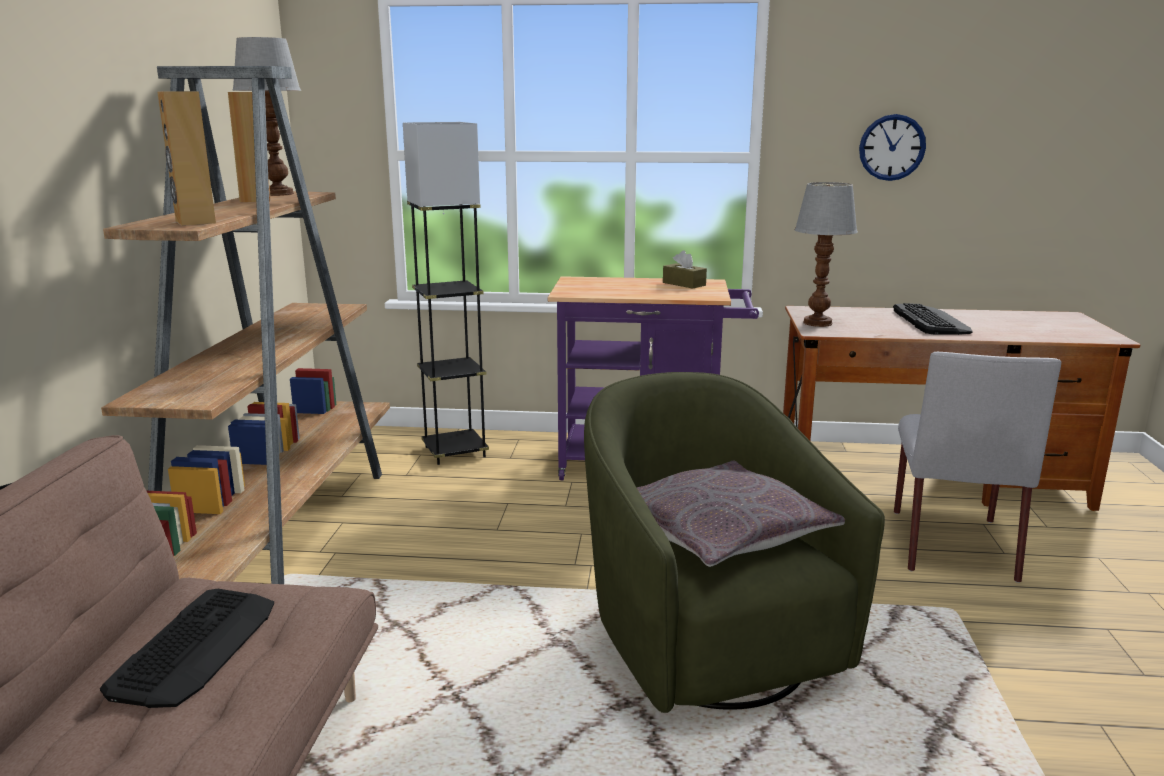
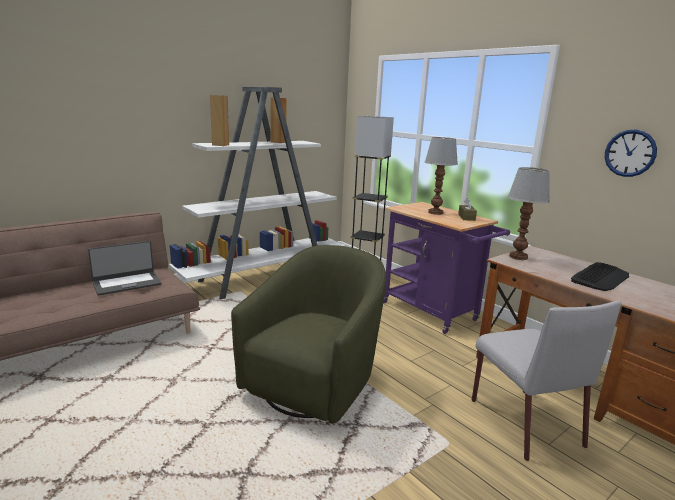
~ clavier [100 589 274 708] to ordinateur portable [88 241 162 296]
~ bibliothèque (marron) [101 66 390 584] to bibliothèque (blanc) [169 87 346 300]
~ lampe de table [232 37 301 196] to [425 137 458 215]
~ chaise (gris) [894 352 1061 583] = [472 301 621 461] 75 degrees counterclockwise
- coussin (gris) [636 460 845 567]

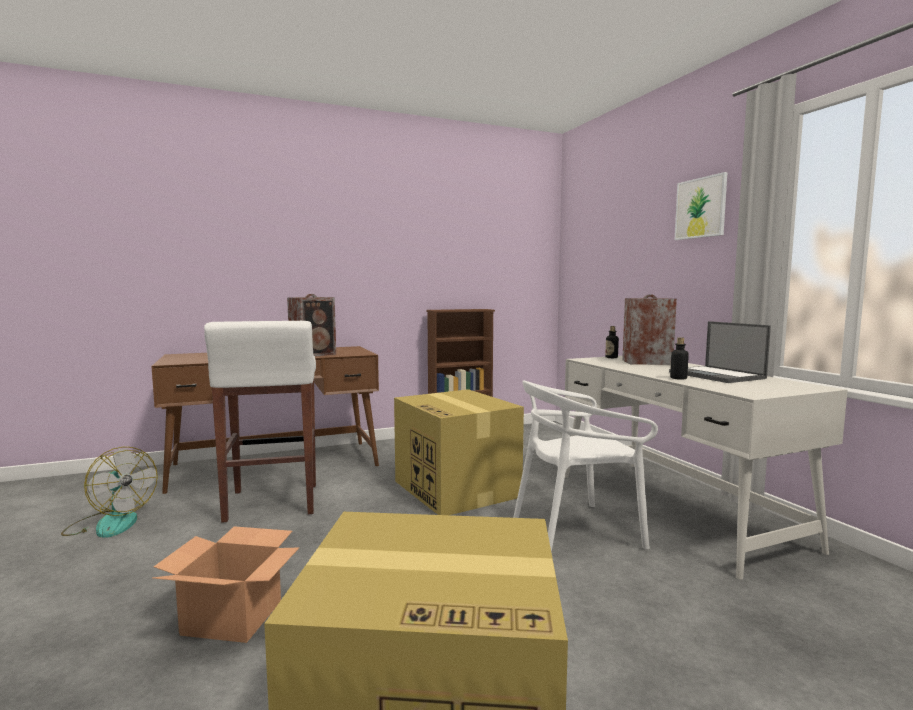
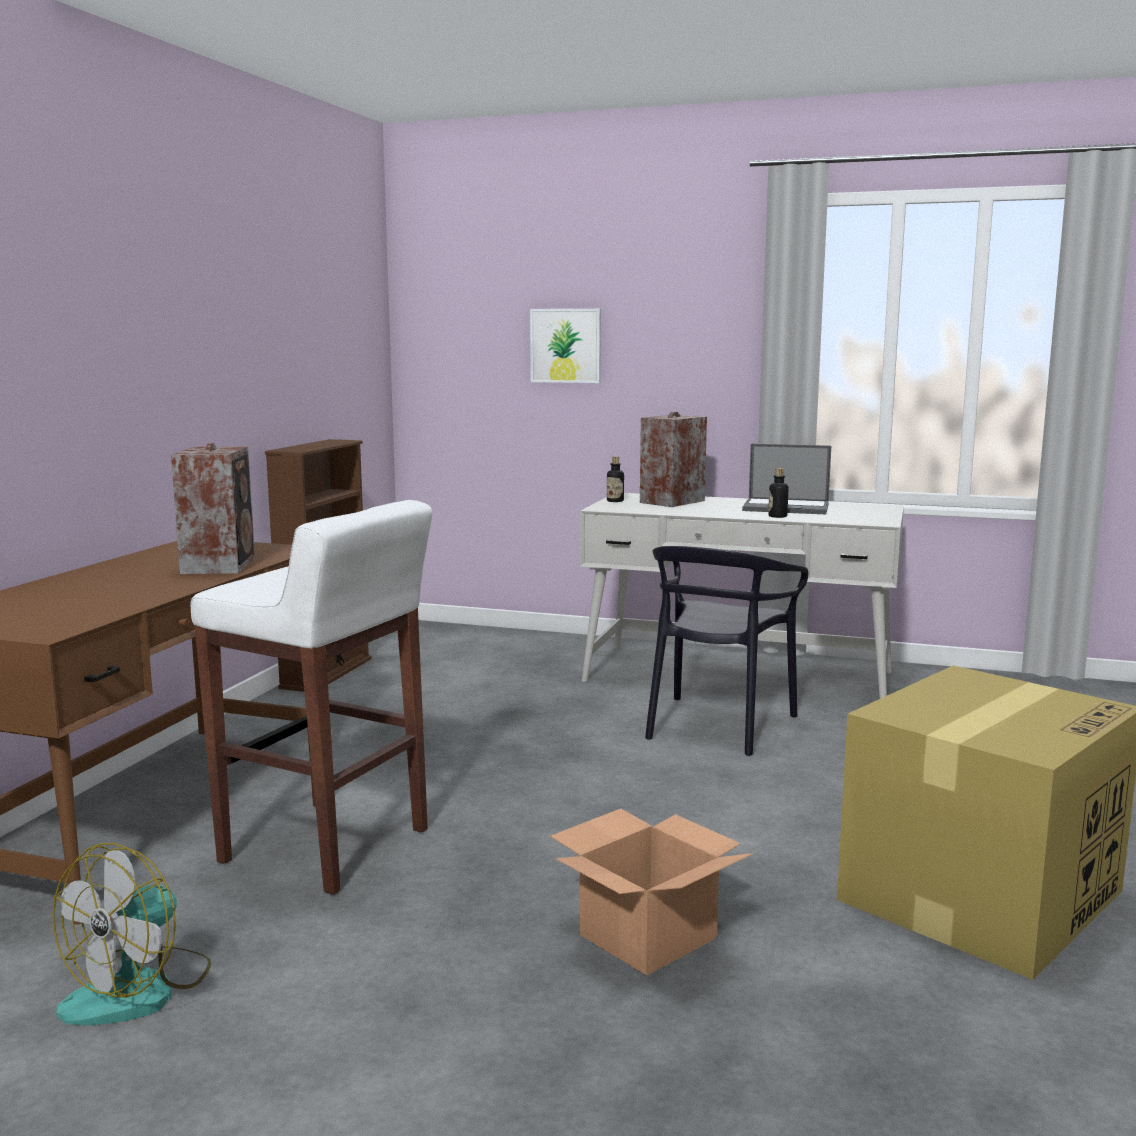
~ ventilateur [61 447 158 538] = [52 843 211 1025] 135 degrees clockwise
~ tableau [675 172 727 240] to [530 309 601 383]
~ chaise (blanc) [513 380 658 552] to chaise (noir) [645 546 808 756]
- carton [394 389 524 515]

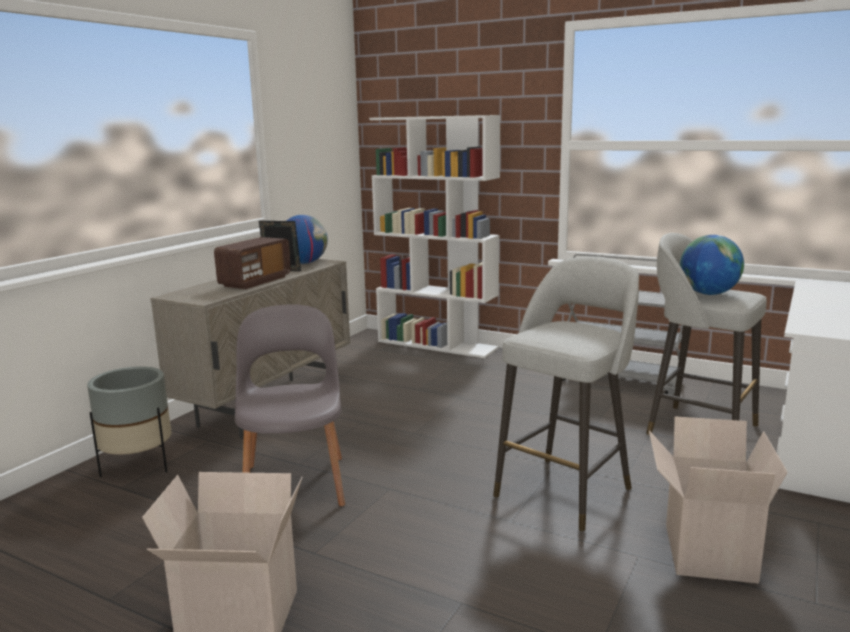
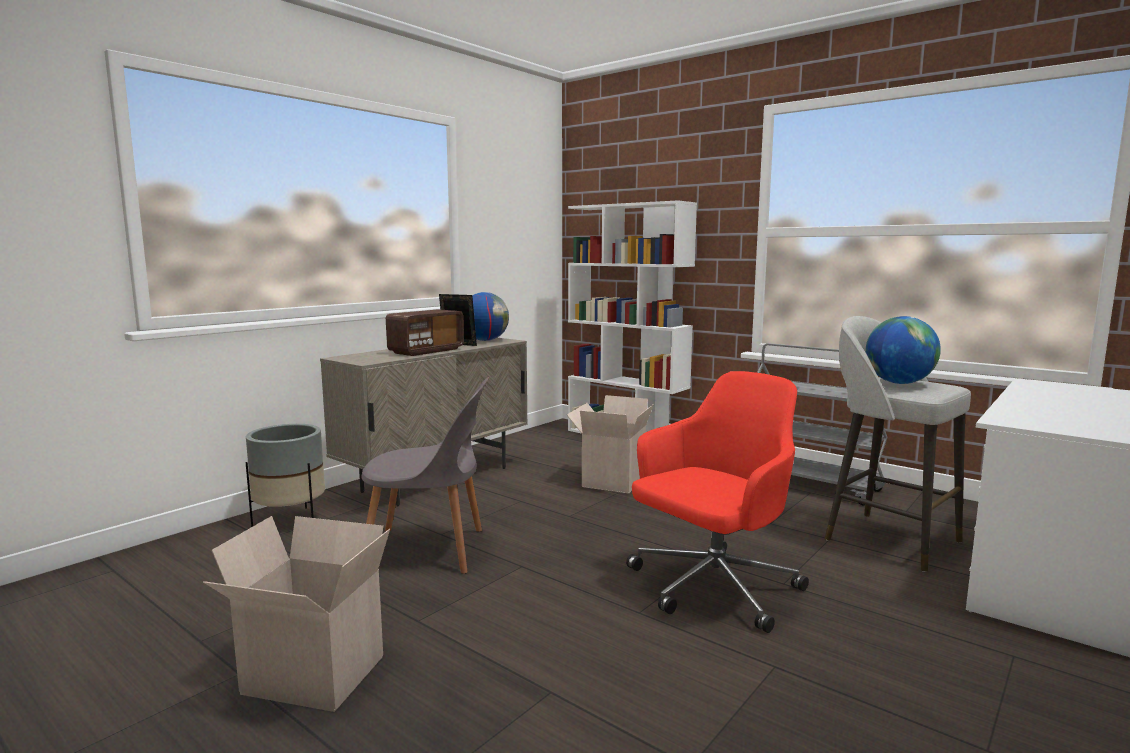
~ chaise (gris) [235 304 345 507] = [361 377 489 574] 90 degrees clockwise
~ carton [649 416 788 584] to [567 395 654 494]
~ tabouret (gris) [493 256 639 532] to chaise de bureau (rouge) [626 371 809 633]

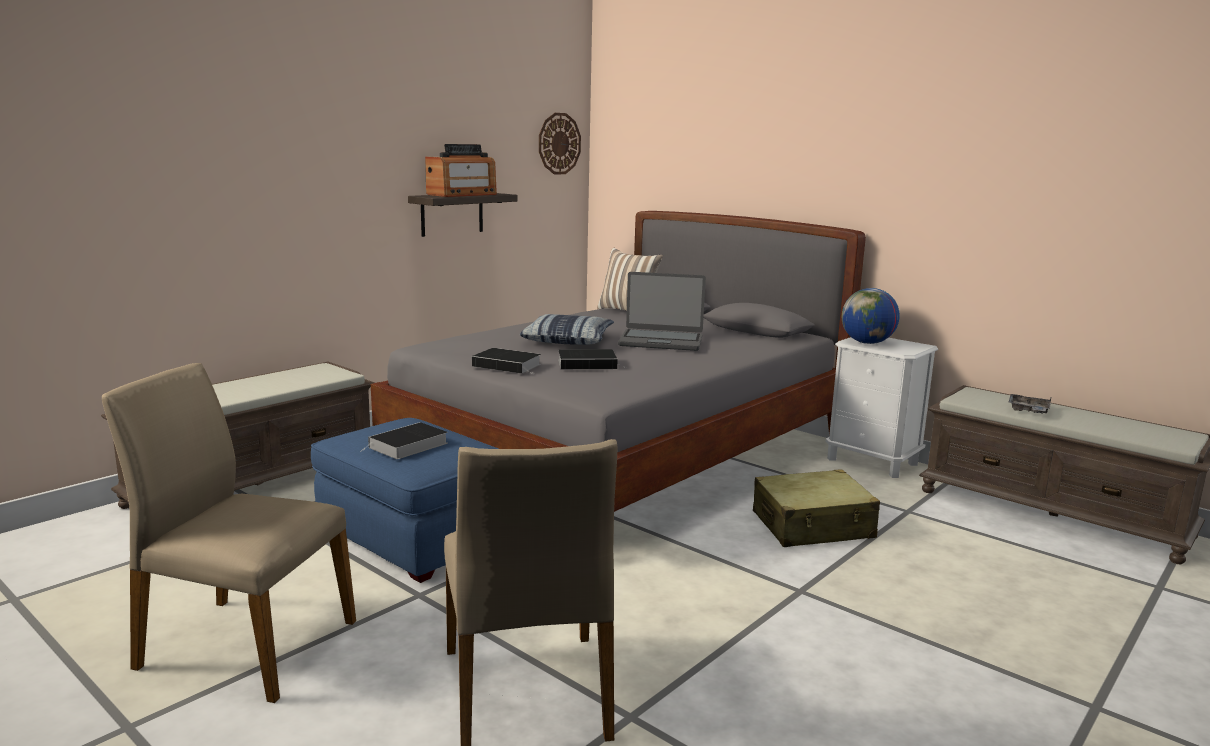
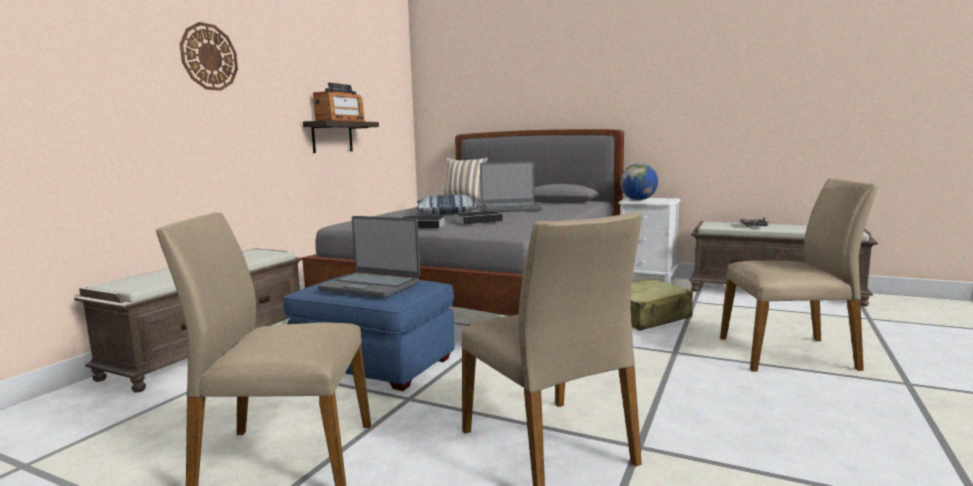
~ horloge murale [539 113 581 175] to [180 22 238 91]
~ livre [361 422 448 459] to ordinateur portable [318 216 420 298]
+ chaise (beige) [720 178 878 372]

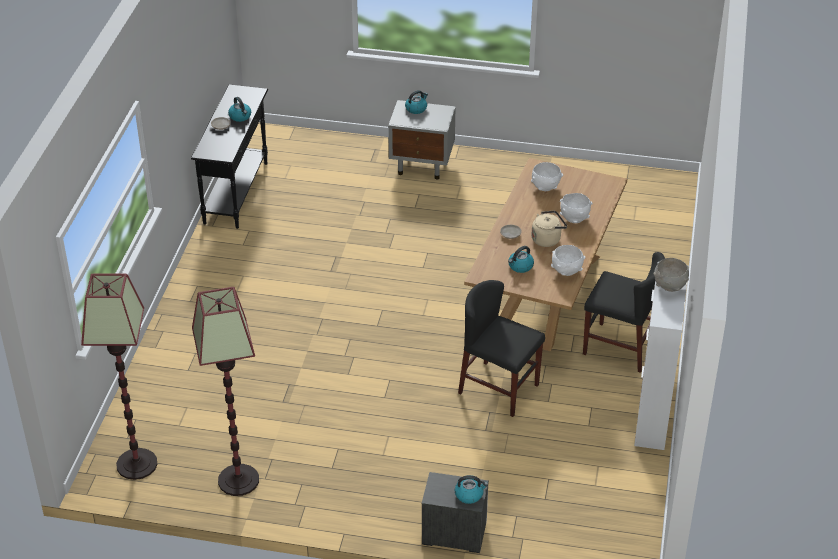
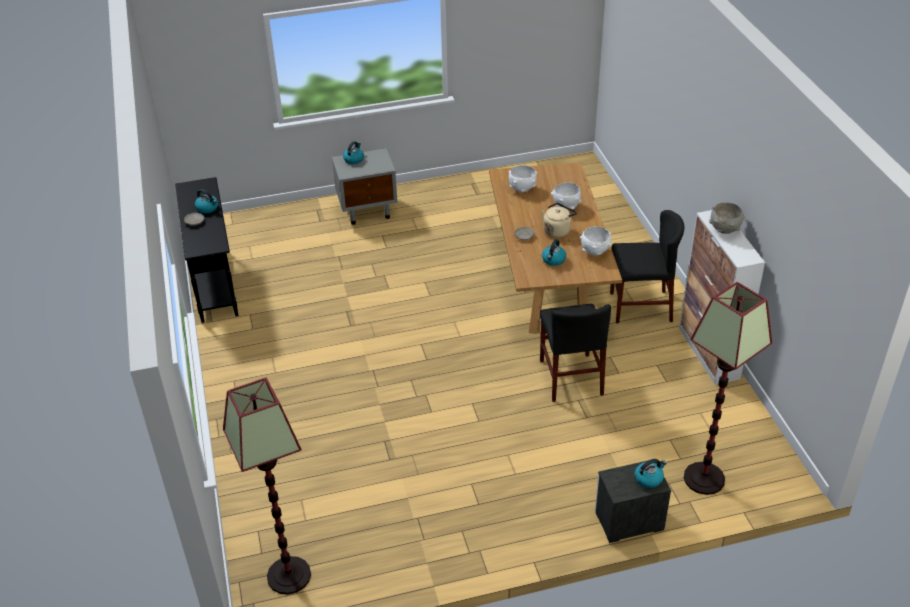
~ chaise (noir) [458 280 545 417] = [540 304 611 402] 105 degrees counterclockwise
~ lampadaire [192 287 259 496] to [684 282 773 495]

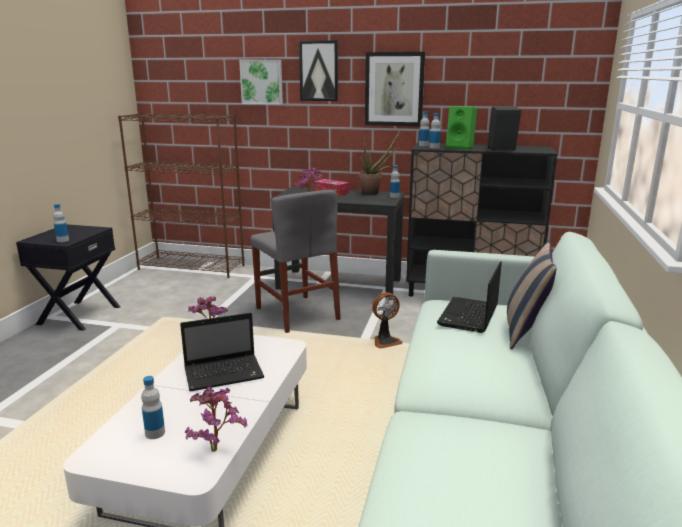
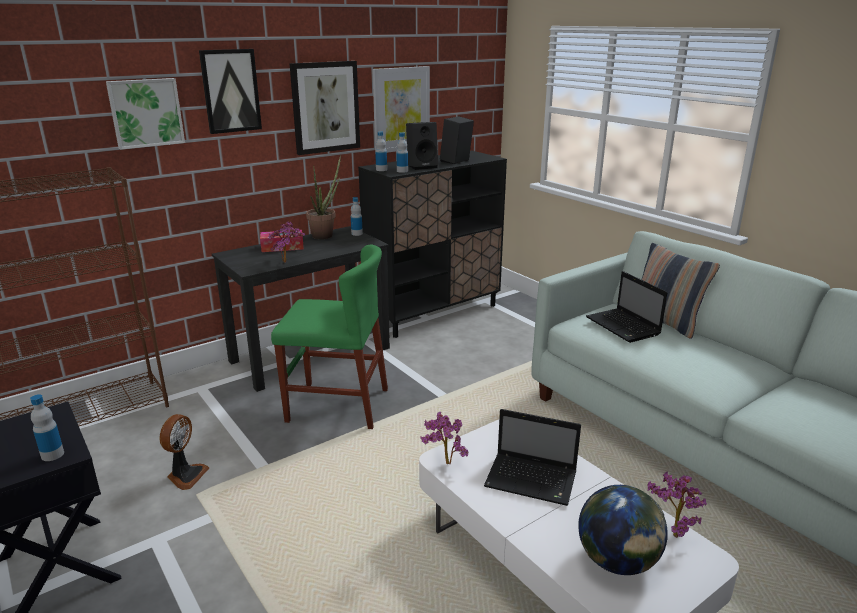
~ ventilateur [372 292 403 349] to [159 414 209 490]
~ chaise (gris) [250 190 341 333] to chaise (vert) [271 244 388 429]
+ tableau [372 66 430 153]
~ enceinte (vert) [446 106 477 150] to enceinte (noir) [406 122 438 170]
~ ordinateur portable [180 313 264 391] = [484 409 581 506] 90 degrees clockwise
~ bouteille [141 376 165 439] to globe [578 485 668 575]

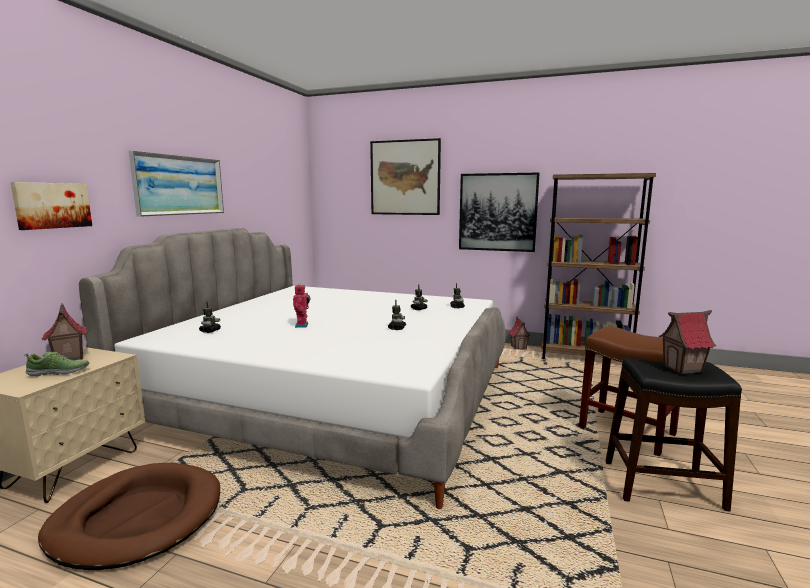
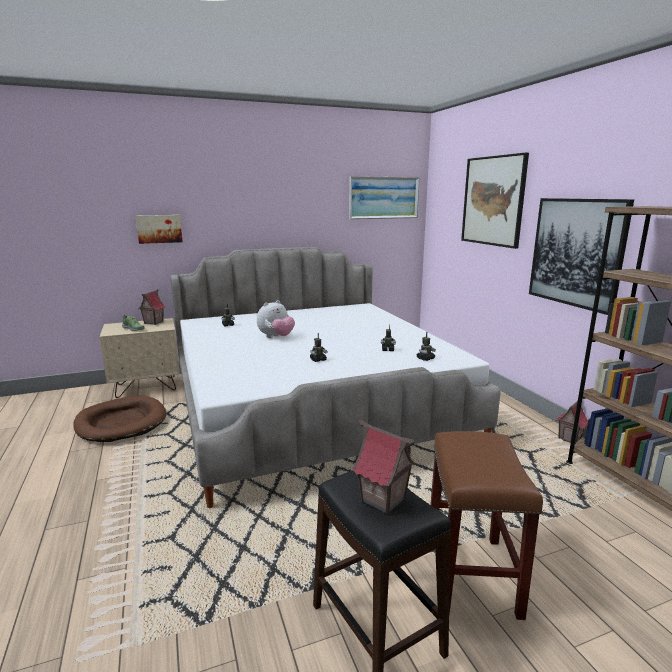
~ robot jouet [293 283 311 328] to peluche [257 300 295 338]
~ tableau [129 151 224 217] to [349 176 420 219]

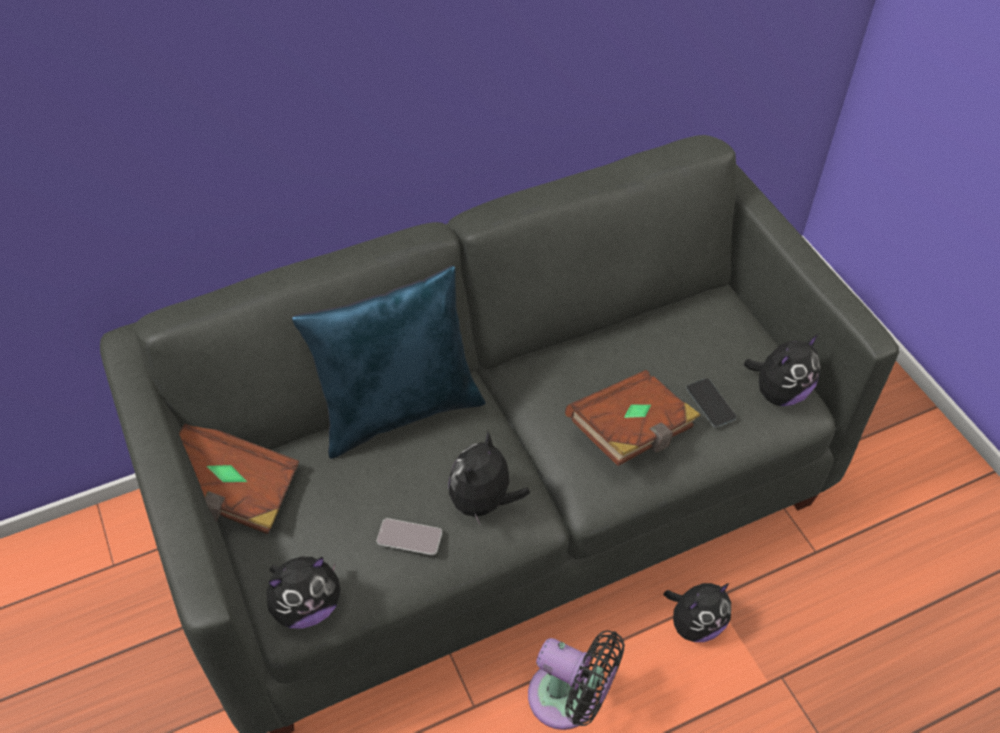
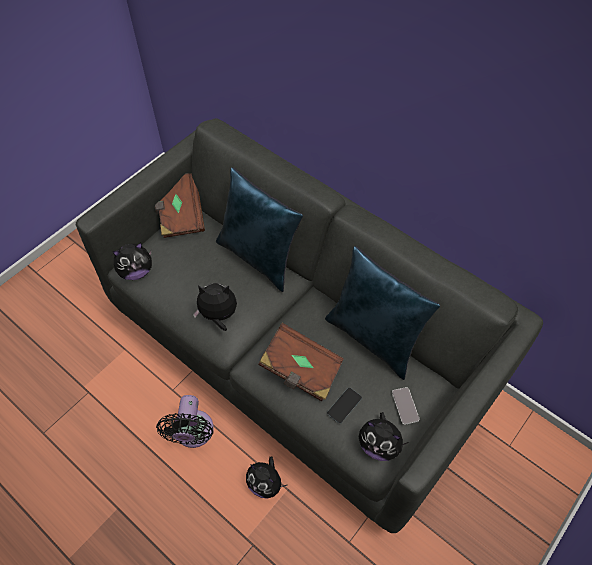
~ peluche [266 557 341 628] = [113 242 152 280] 60 degrees counterclockwise
+ coussin (bleu) [325 246 440 380]
~ téléphone [377 518 442 556] to [392 387 420 425]

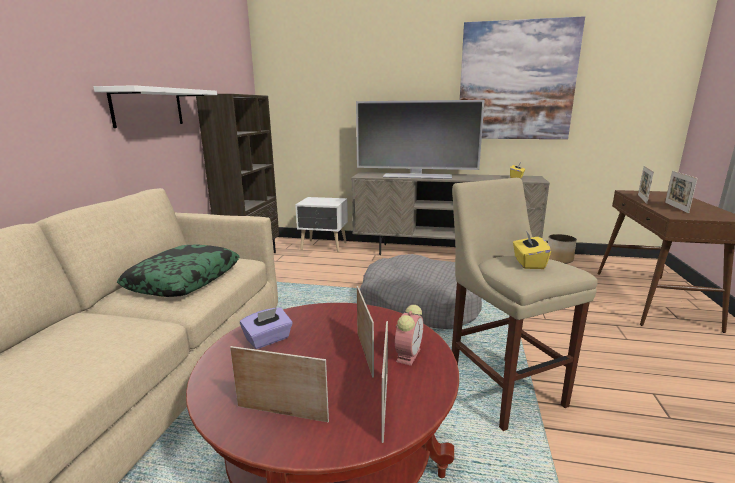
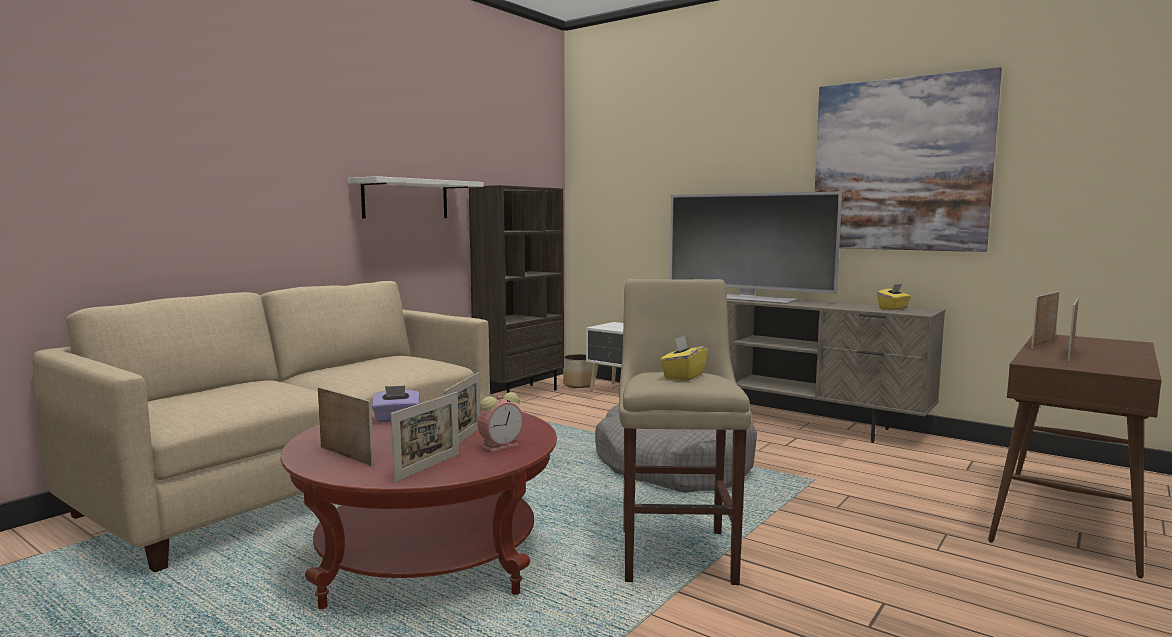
~ cache-pot [548 234 577 264] to [563 354 593 388]
- coussin [117 244 240 297]

